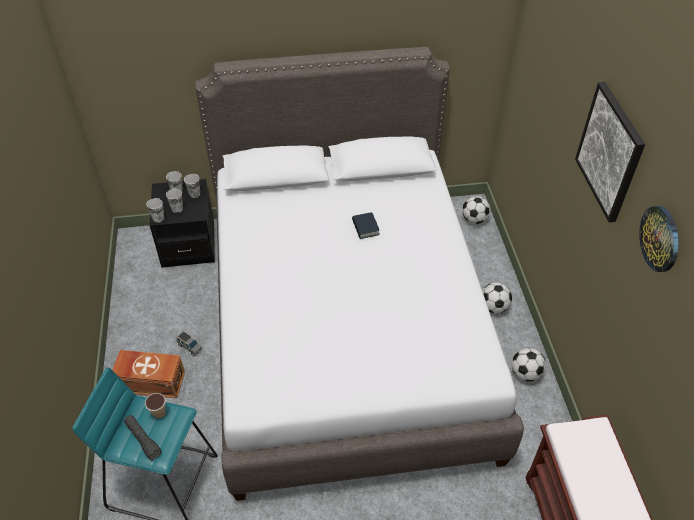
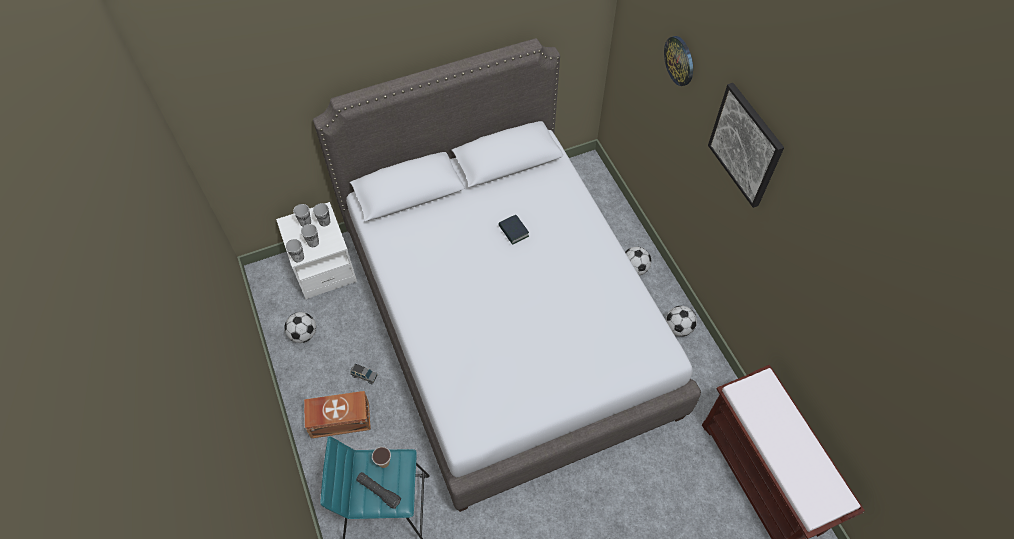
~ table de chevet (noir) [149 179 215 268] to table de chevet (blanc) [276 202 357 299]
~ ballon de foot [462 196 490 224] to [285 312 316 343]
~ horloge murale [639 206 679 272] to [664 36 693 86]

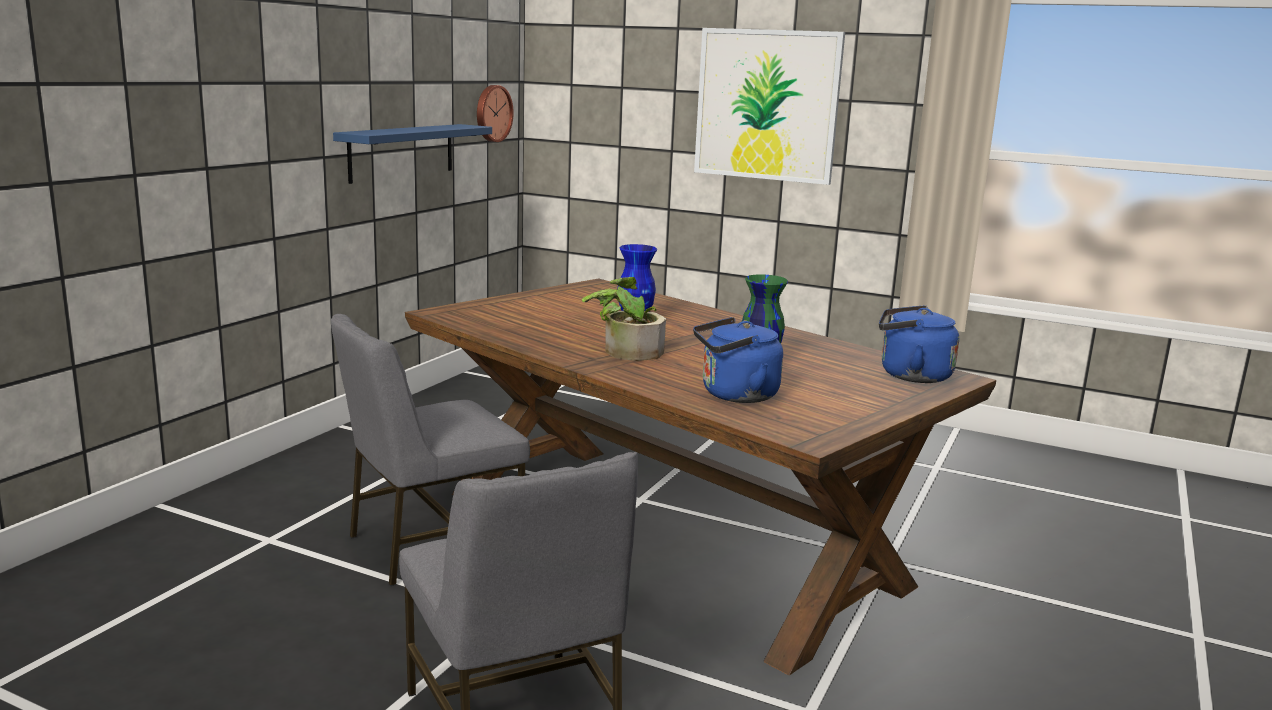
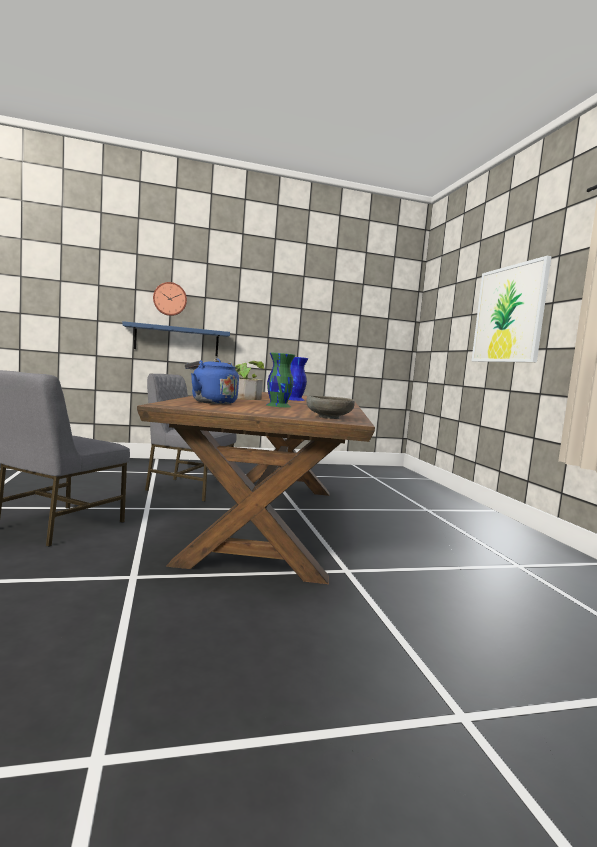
~ étagère (bleu) [333 124 492 184] to [122 321 230 356]
~ horloge murale [477 85 514 142] to [153 282 187 316]
~ bouilloire (bleu) [879 305 959 383] to bol (gris) [306 395 355 419]

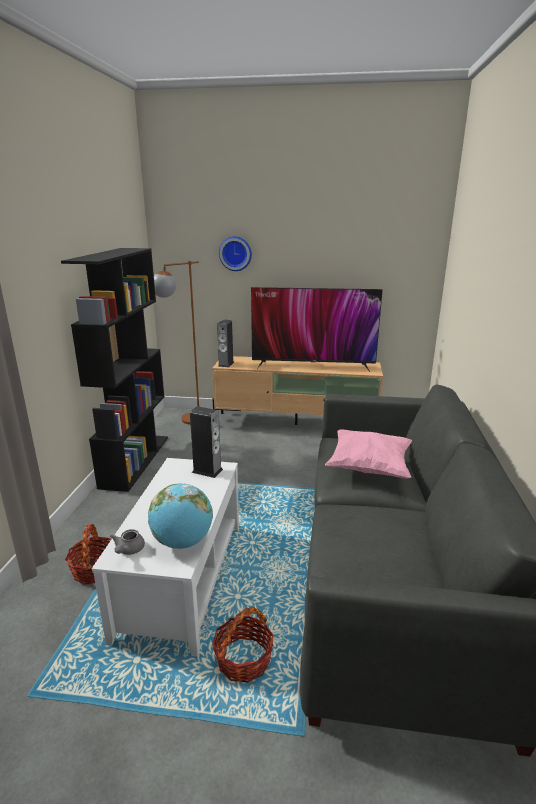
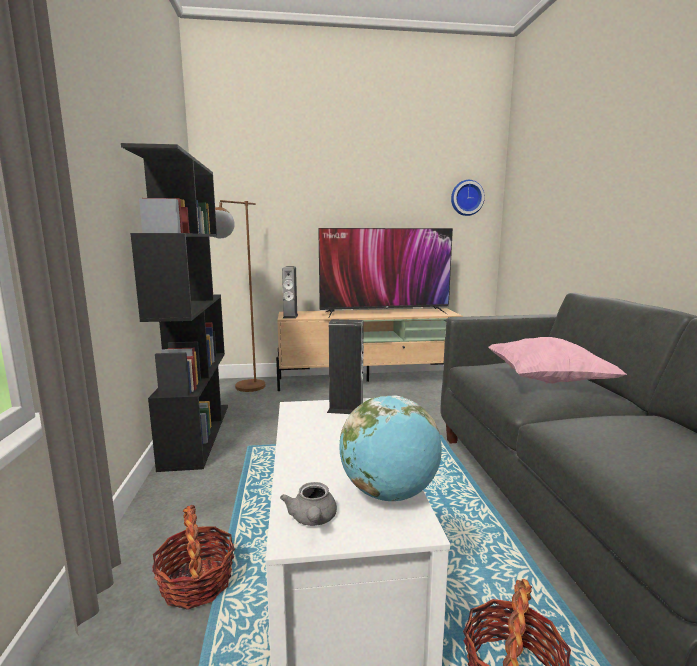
~ horloge murale [219 236 252 271] to [451 180 485 216]

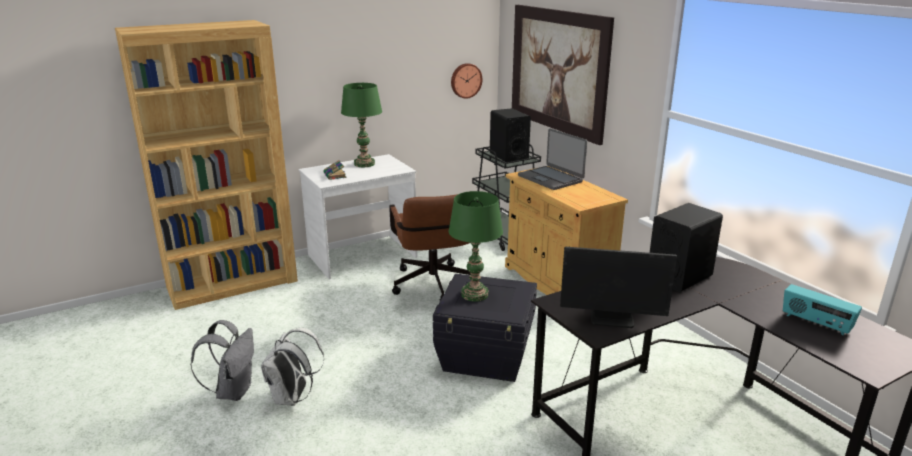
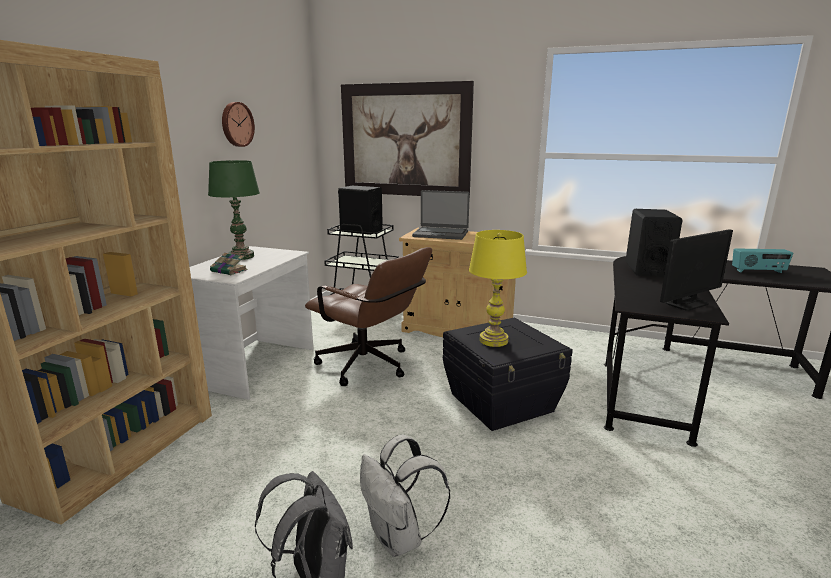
~ horloge murale [451 63 482 99] to [222 102 255 147]
~ lampe de table (vert) [448 191 503 302] to lampe de table (jaune) [469 230 527 347]

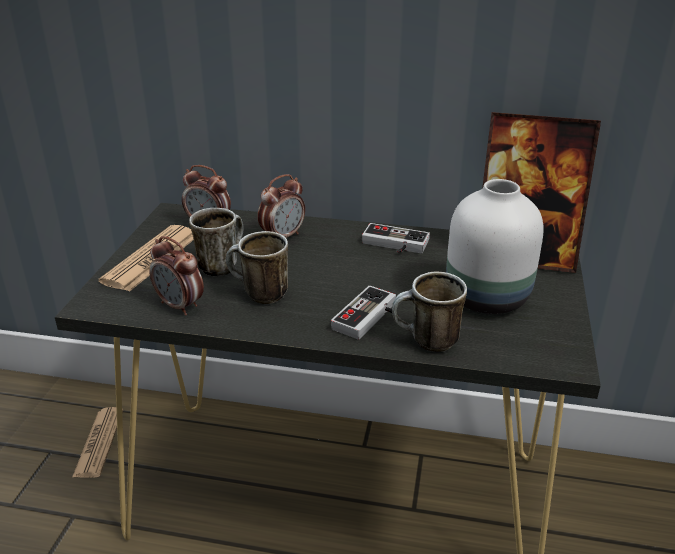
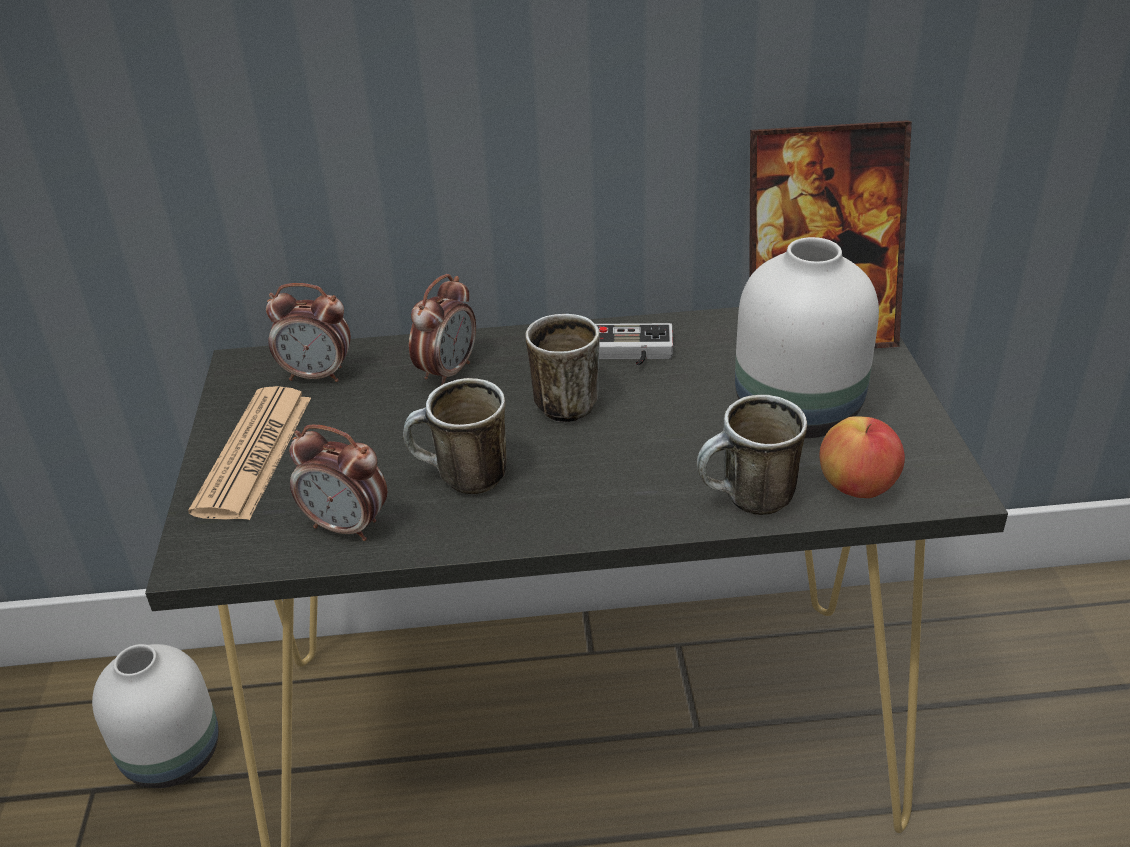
~ journal [72 407 123 478] to vase (blanc) [92 644 219 788]
~ mug [189 208 243 276] to [526 314 600 422]
+ pomme [820 416 905 498]
- manette [331 286 398 340]

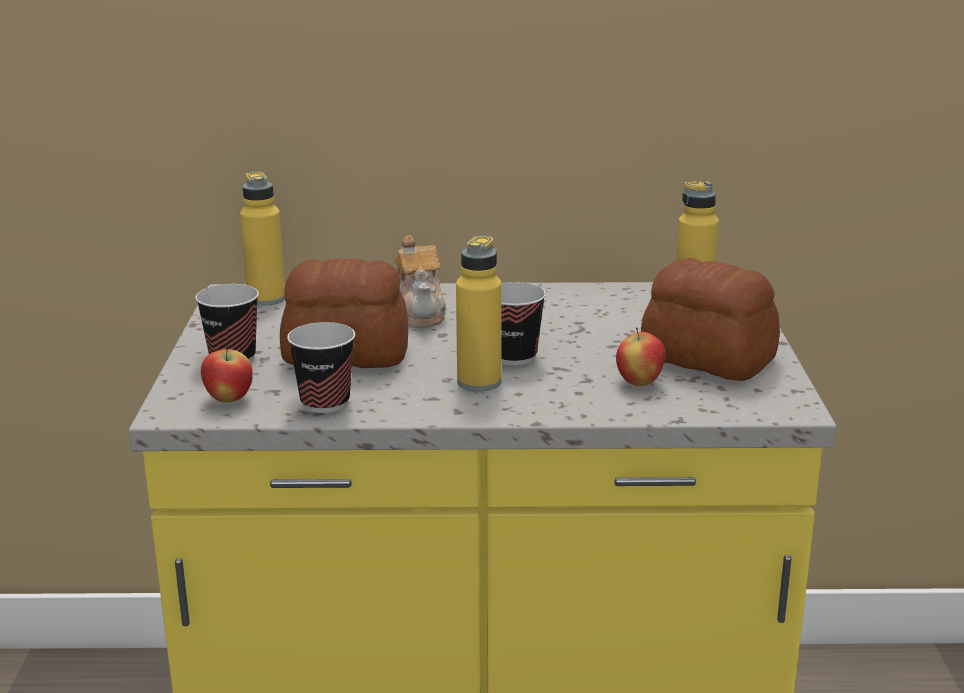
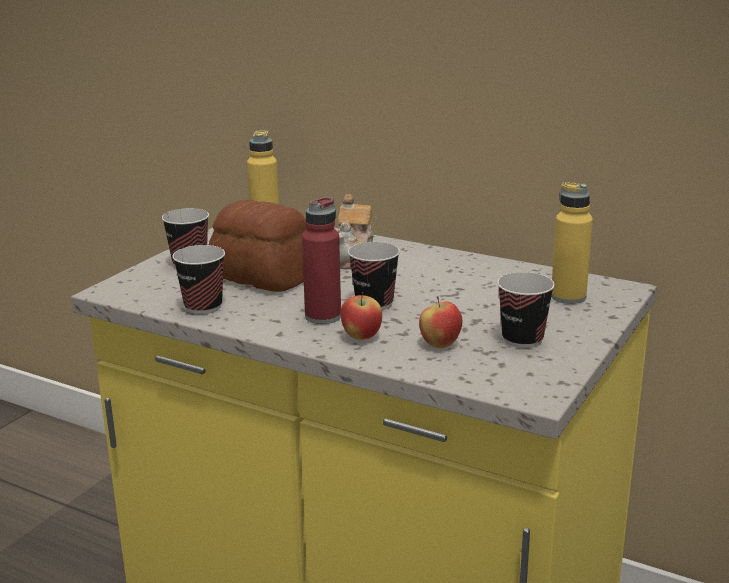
~ bouteille (jaune) [456 235 502 391] to bouteille (rouge) [302 197 341 324]
~ pomme [201 345 253 402] to [340 292 382 340]
~ pain [641 258 780 381] to tasse [497 272 555 348]

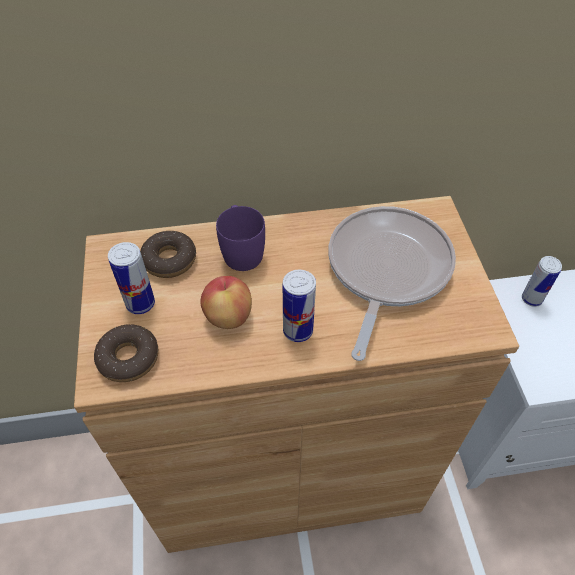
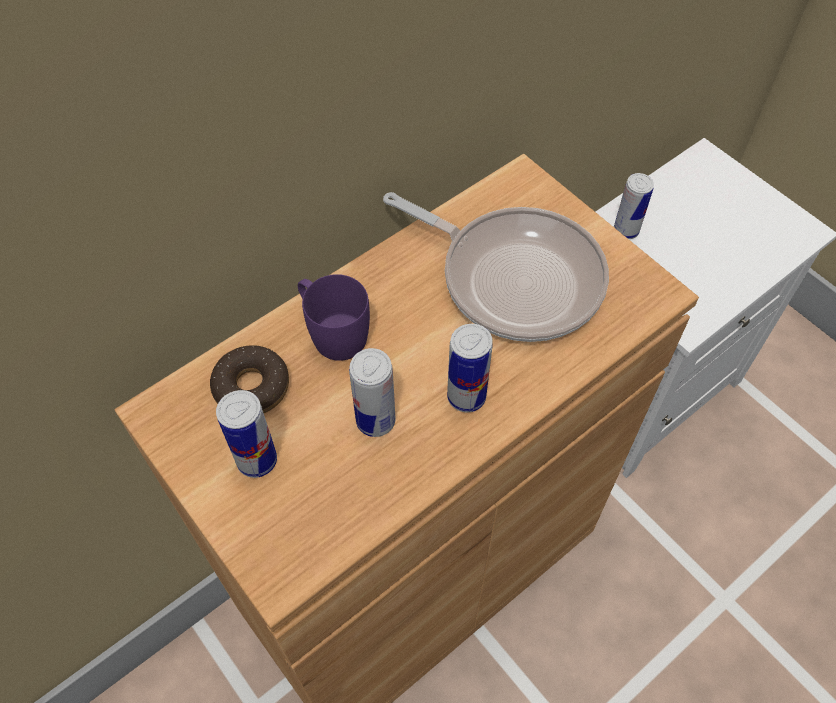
~ pomme [200 276 252 329] to boîte métallique [349 348 396 437]
~ poêle [328 206 456 361] = [383 192 609 342] 135 degrees clockwise
- beignet [94 324 158 382]

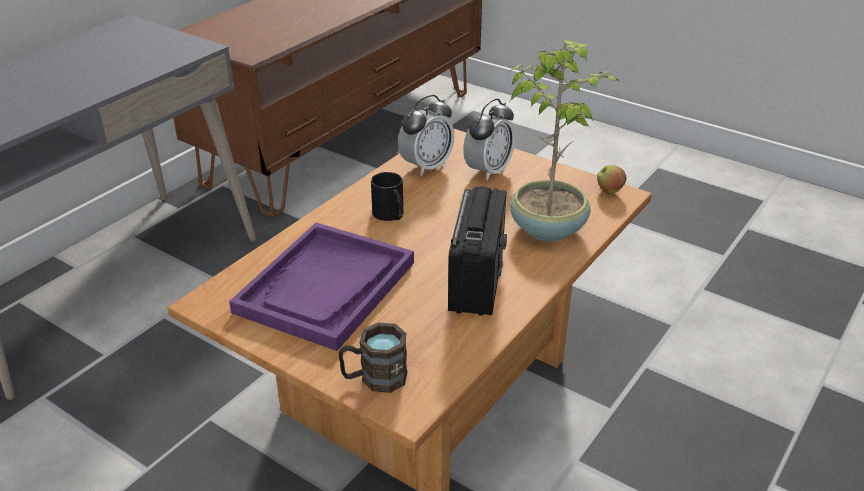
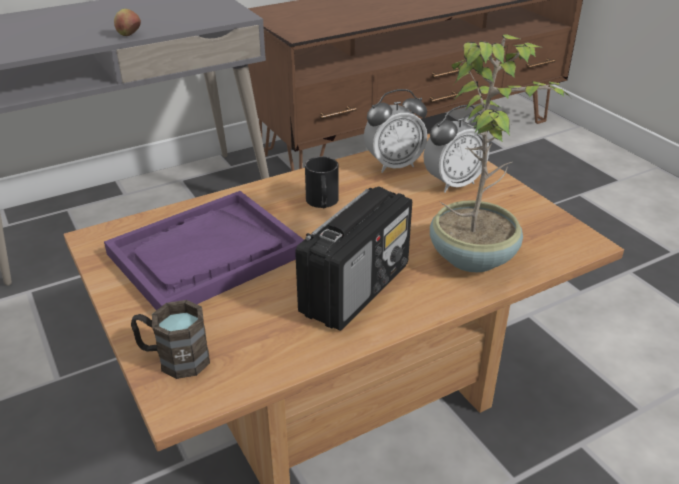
~ pomme [597 165 627 195] to [114 9 141 36]

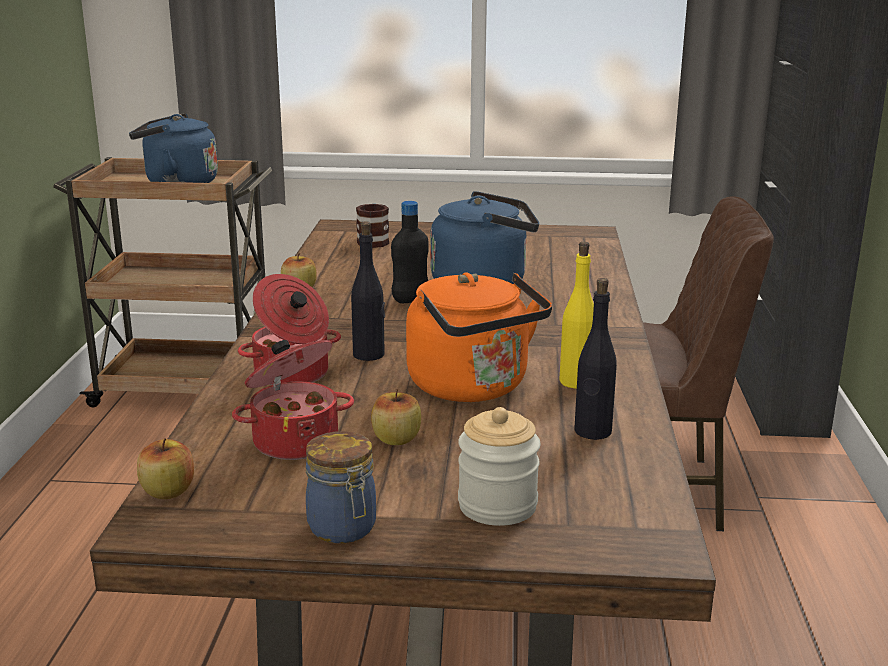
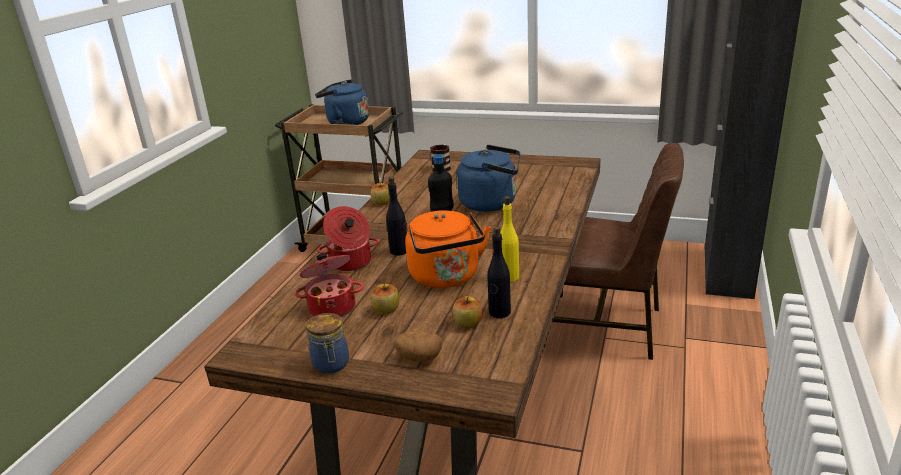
~ bocal [458 407 540 526] to pomme de terre [394 331 442 362]
~ pomme [137 438 194 499] to [453 296 483 328]

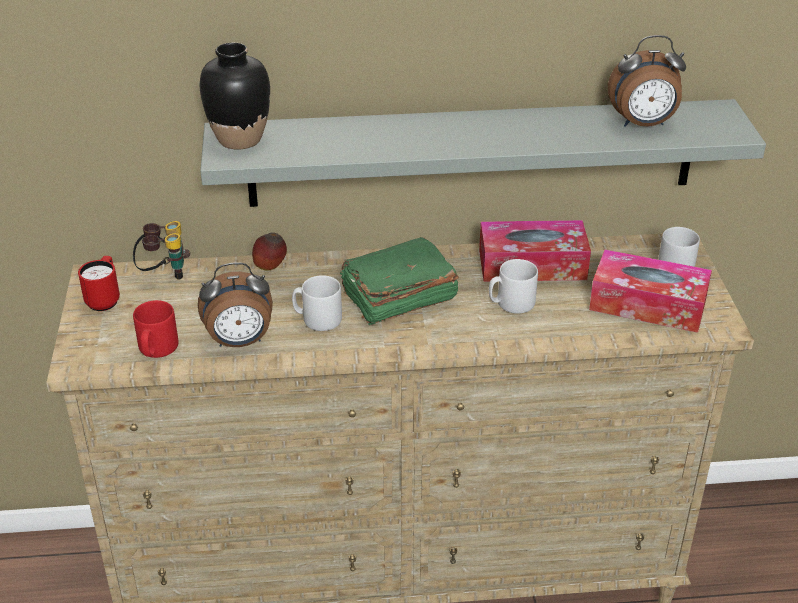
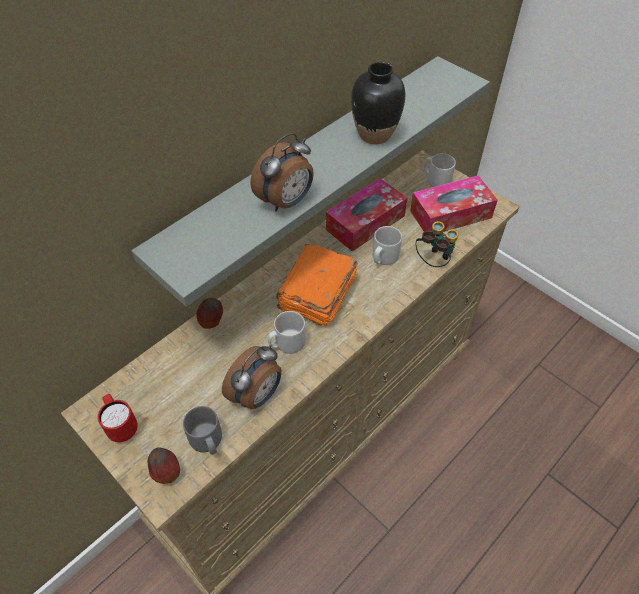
+ pomme [148 447 180 484]
~ mug (rouge) [133 300 178 358] to mug (gris) [183 406 222 455]
~ réveil [608 35 686 127] to [251 133 314 211]
~ livre (vert) [340 237 459 325] to livre (orange) [276 244 358 327]
~ vase (noir) [200 43 270 149] to [351 62 405 144]
~ jumelles [133 221 190 280] to [416 221 458 267]

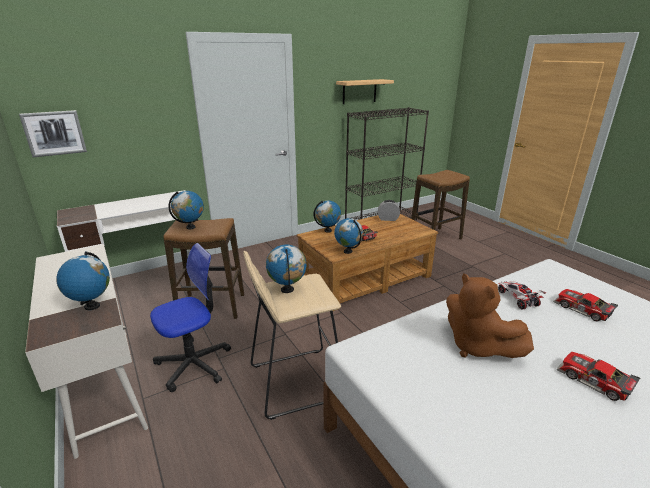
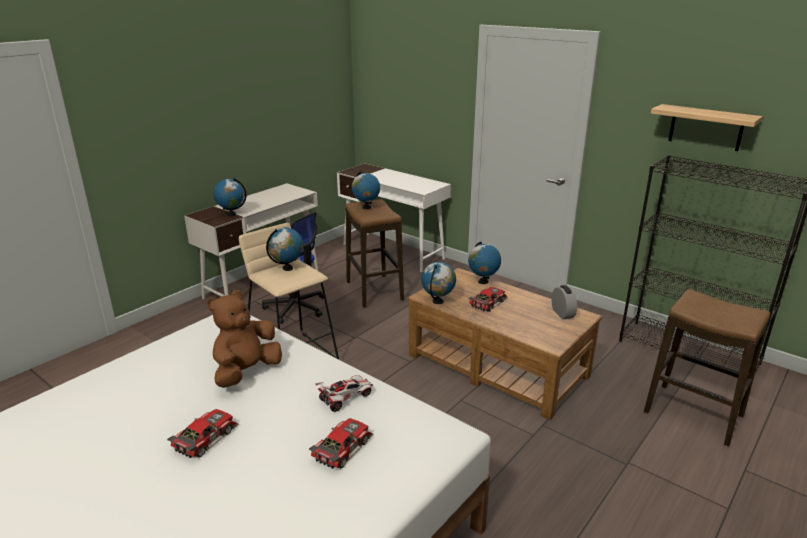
- tableau [19 110 87 157]

